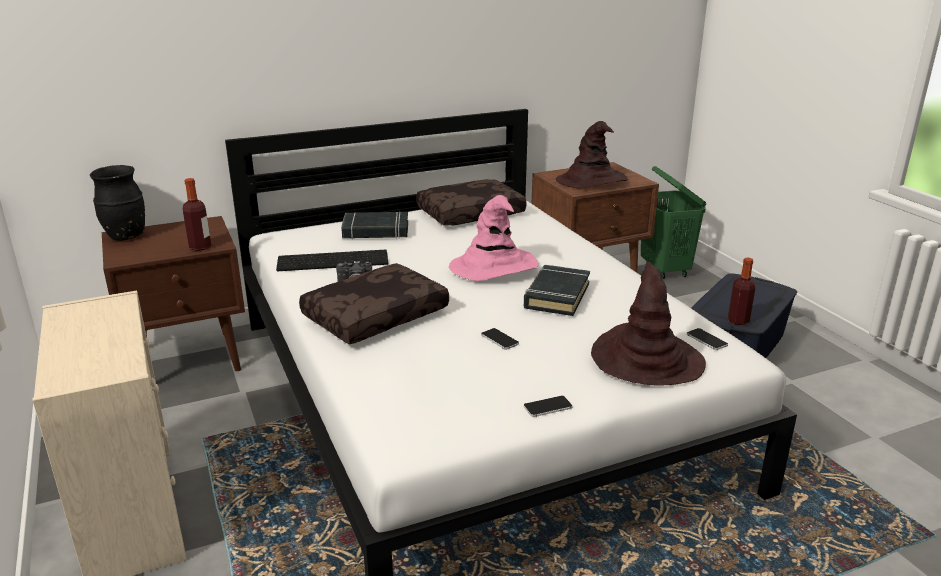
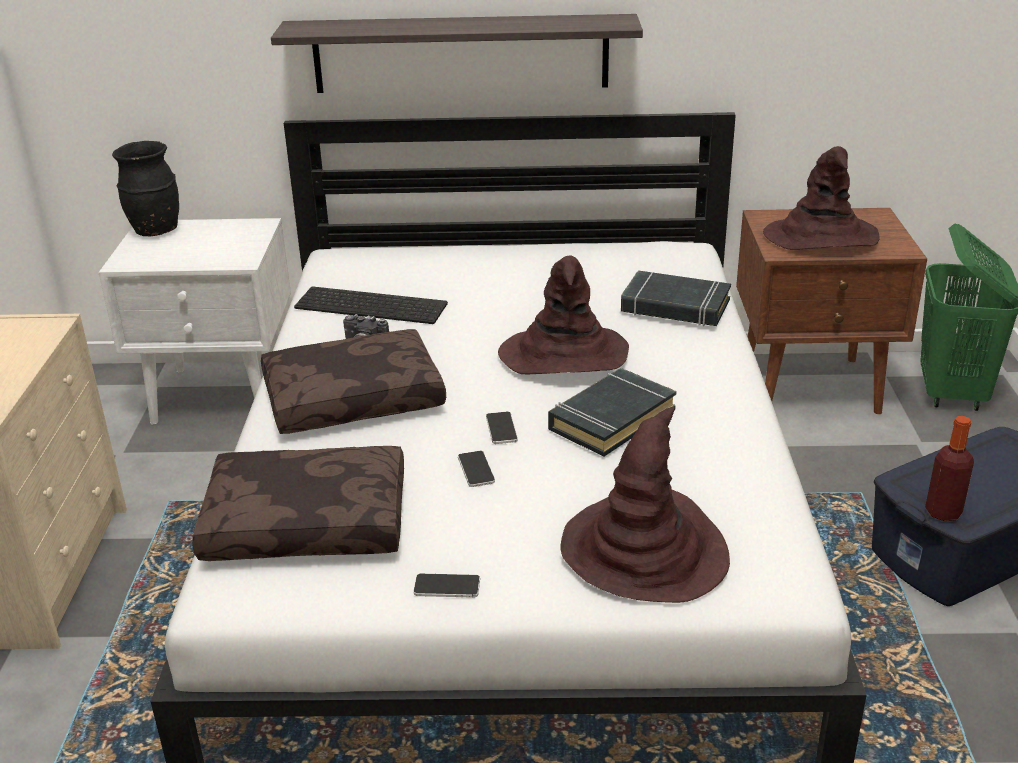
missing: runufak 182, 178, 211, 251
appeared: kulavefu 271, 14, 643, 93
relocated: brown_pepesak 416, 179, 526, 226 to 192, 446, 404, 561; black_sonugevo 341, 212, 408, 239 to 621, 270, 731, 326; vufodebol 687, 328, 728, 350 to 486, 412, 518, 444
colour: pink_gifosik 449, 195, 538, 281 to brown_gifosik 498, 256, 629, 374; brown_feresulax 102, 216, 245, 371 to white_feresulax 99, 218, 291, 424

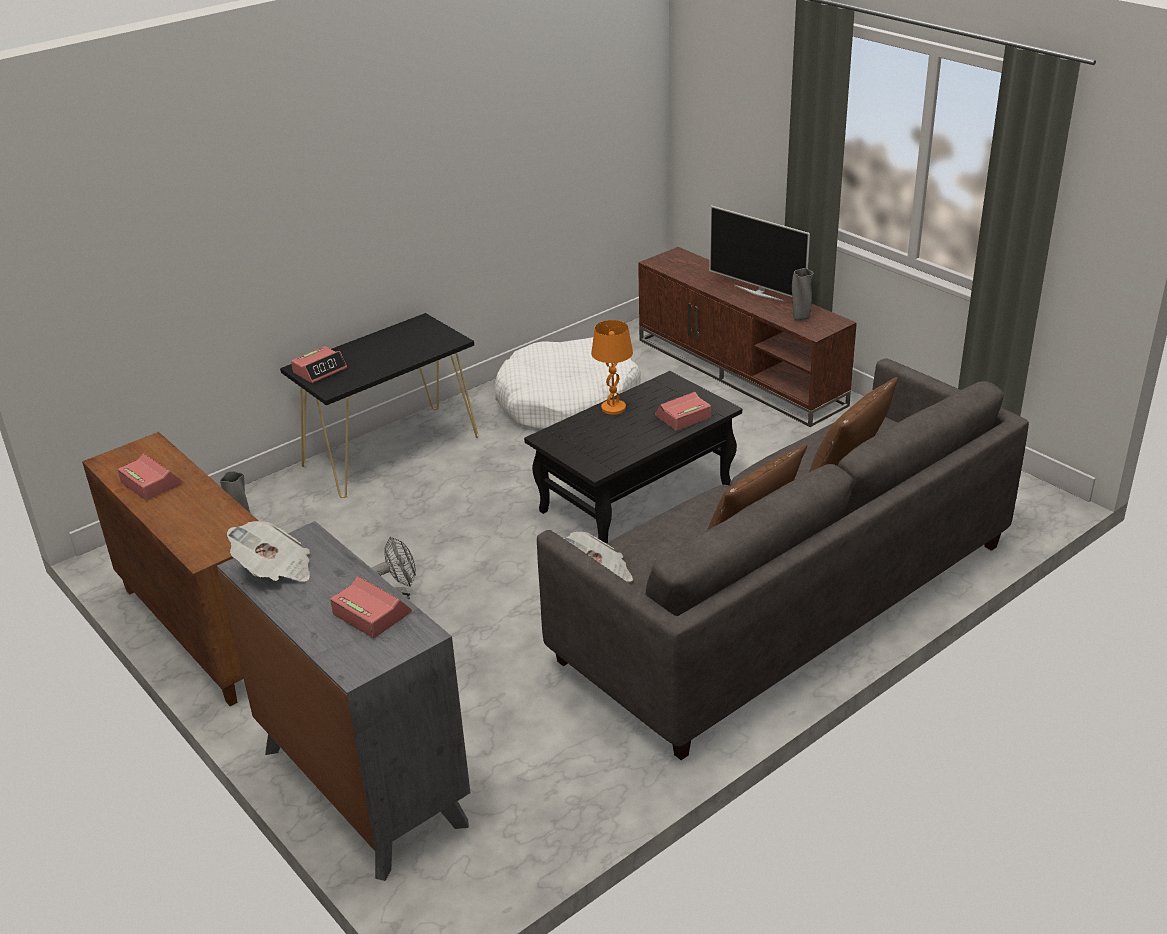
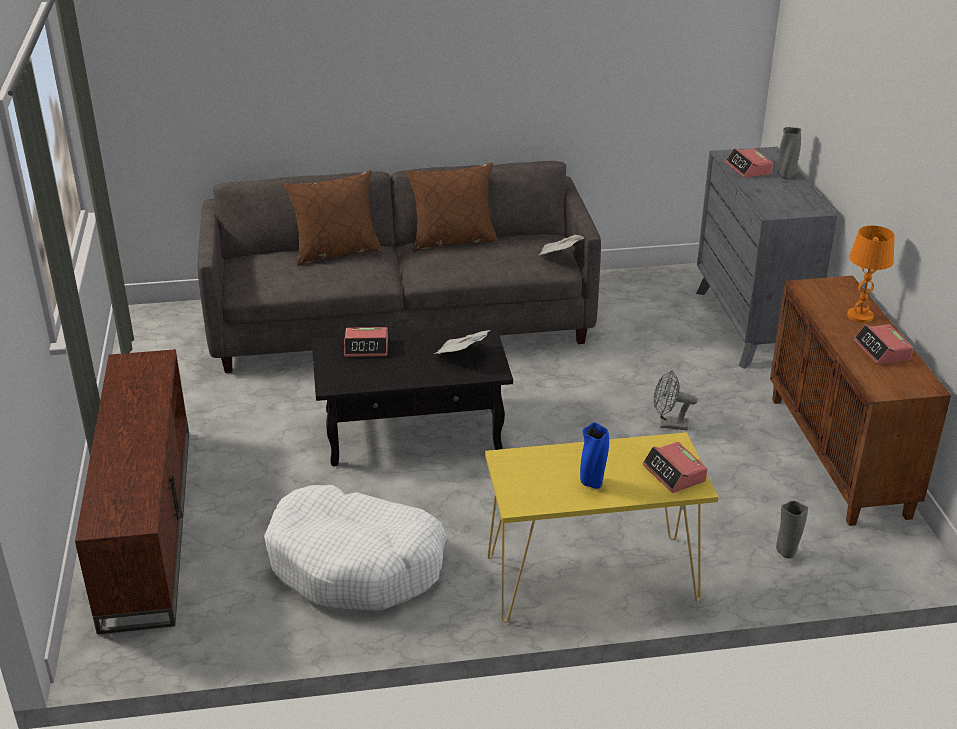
missing: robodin 709, 206, 810, 301
appeared: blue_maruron 580, 423, 609, 489
relocated: grey_maruron 792, 268, 814, 321 to 778, 127, 801, 179; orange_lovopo 591, 320, 633, 415 to 847, 225, 895, 323; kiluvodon 227, 521, 310, 582 to 434, 330, 490, 354
colour: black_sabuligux 280, 313, 478, 498 to yellow_sabuligux 485, 432, 718, 623
spun: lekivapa 291, 346, 347, 383 = 643, 442, 707, 493 105 degrees counterclockwise

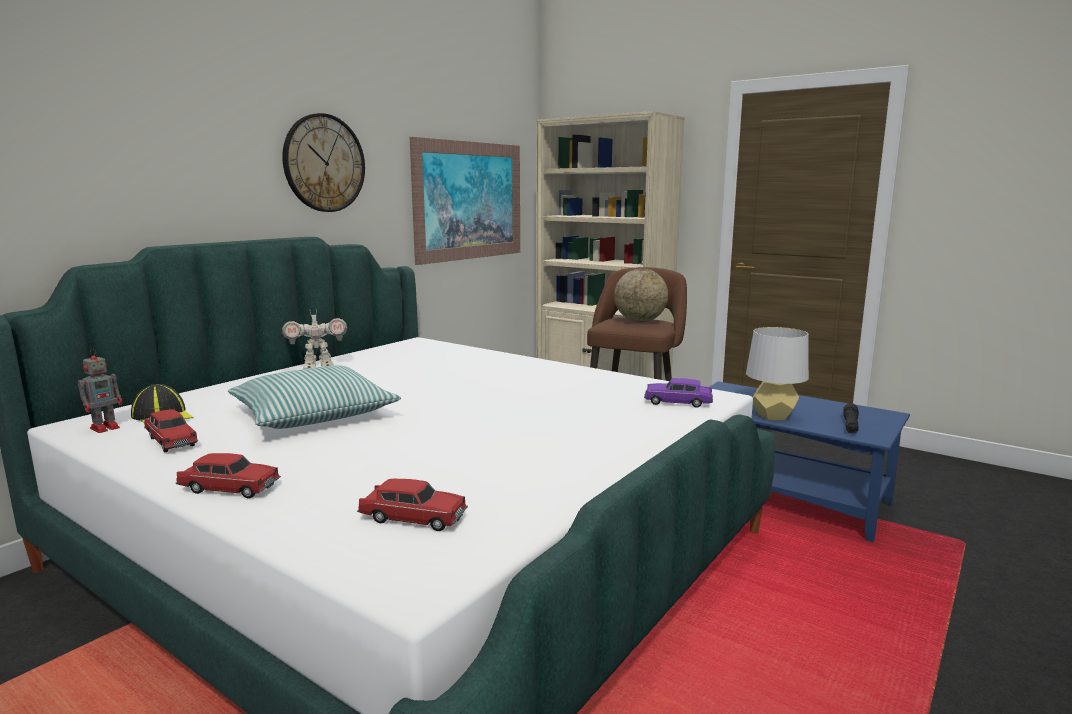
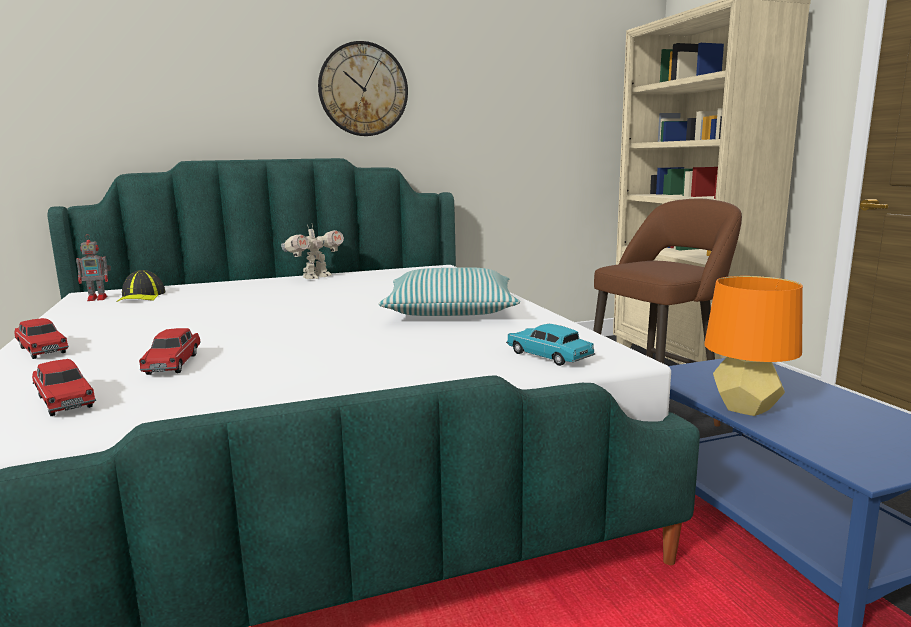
missing: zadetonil 410, 137, 520, 265; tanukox 614, 268, 668, 322; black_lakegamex 843, 403, 859, 434
relocated: pepesak 228, 365, 401, 429 to 379, 267, 520, 316; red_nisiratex 144, 409, 198, 452 to 139, 328, 201, 375
colour: grey_lovopo 746, 327, 809, 420 to orange_lovopo 704, 276, 803, 416; purple_nisiratex 644, 378, 713, 408 to turquoise_nisiratex 506, 324, 595, 366
spun: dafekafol 282, 312, 347, 369 = 281, 225, 344, 279 60 degrees counterclockwise

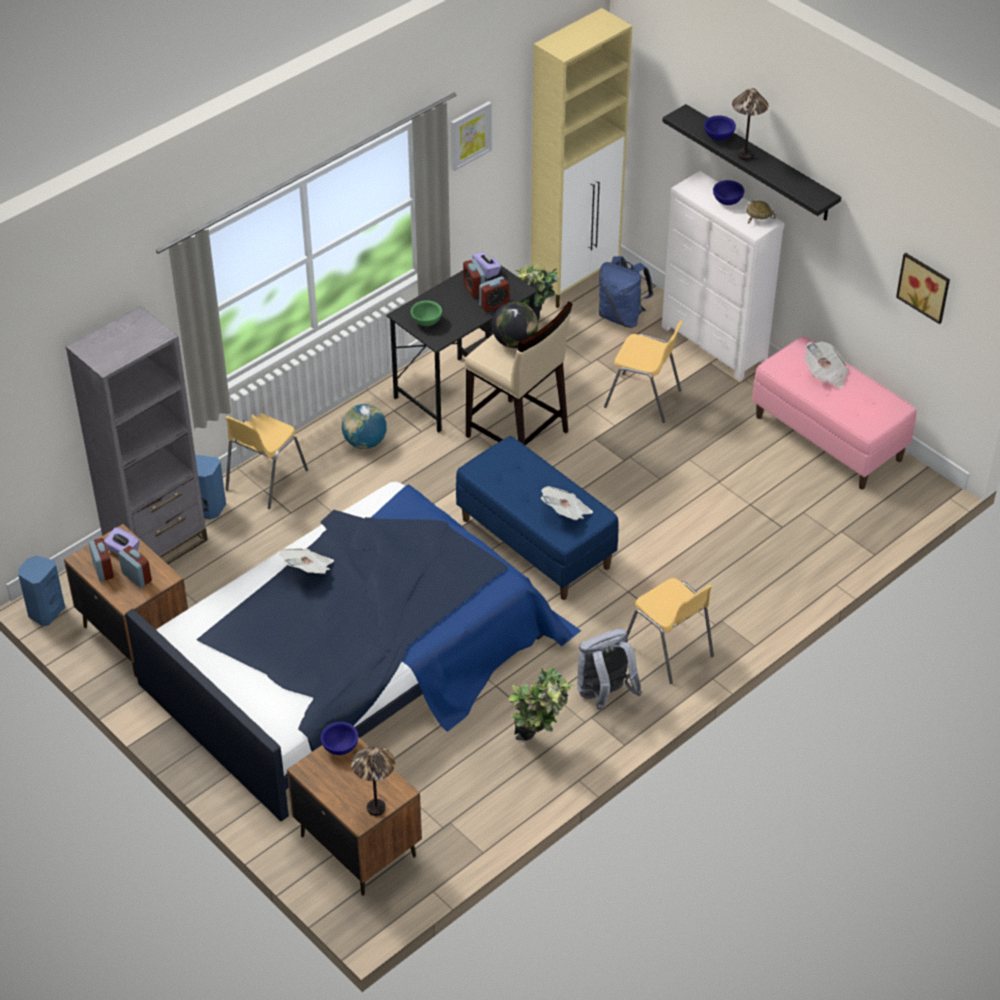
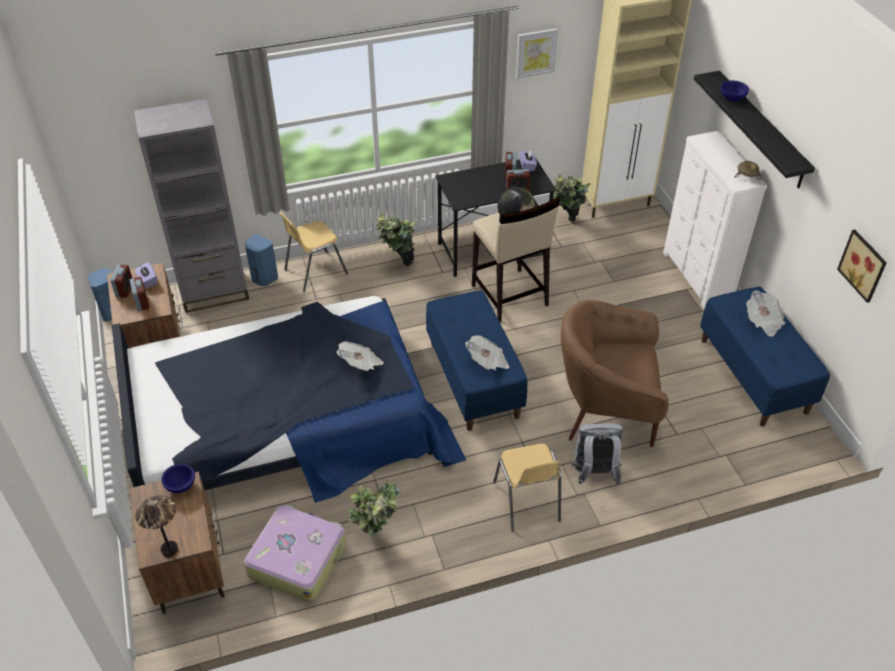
missing: lovopo 732, 88, 768, 160; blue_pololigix 713, 180, 744, 205; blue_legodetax 599, 256, 653, 328; green_pololigix 411, 300, 442, 326; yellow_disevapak 604, 320, 683, 423
appeared: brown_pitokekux 561, 300, 669, 447; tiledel 244, 505, 346, 602
relocated: kiluvodon 279, 548, 334, 574 to 336, 341, 384, 371; grey_legodetax 577, 629, 642, 710 to 572, 423, 623, 484
exchanged: tanukox 342, 404, 387, 449 to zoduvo 374, 213, 415, 266
colour: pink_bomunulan 752, 336, 916, 489 to blue_bomunulan 700, 286, 830, 426

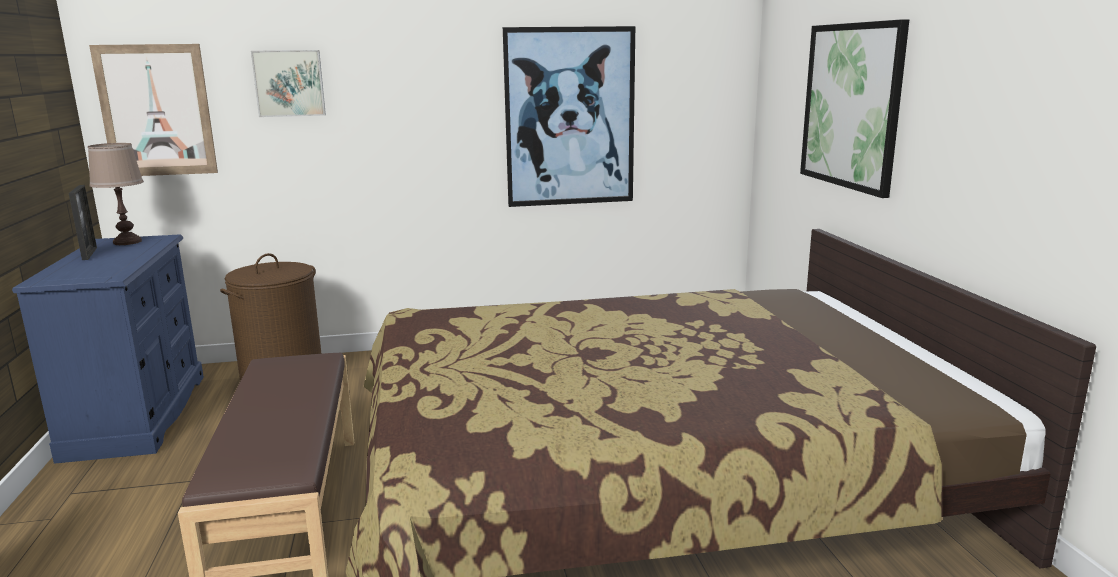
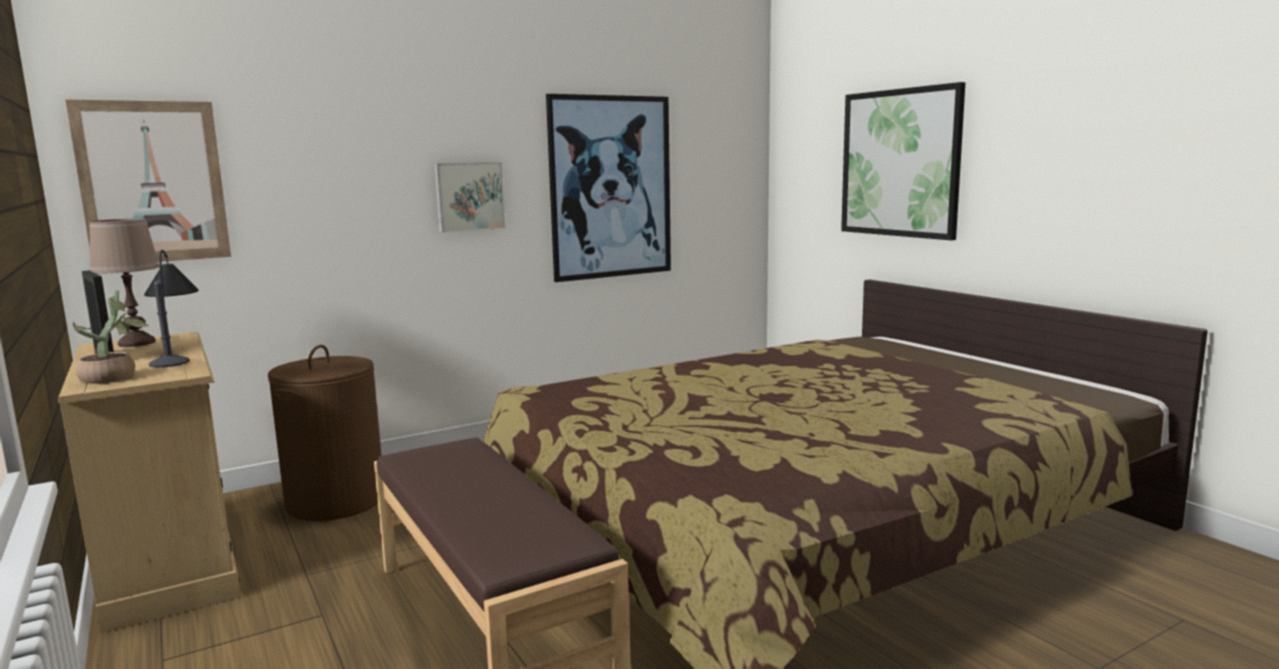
appeared: lovopo 144, 250, 199, 368; zoduvo 73, 290, 148, 384
relocated: zadetonil 251, 50, 326, 117 to 434, 162, 505, 232
colour: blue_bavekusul 12, 234, 204, 464 to beige_bavekusul 58, 332, 241, 634

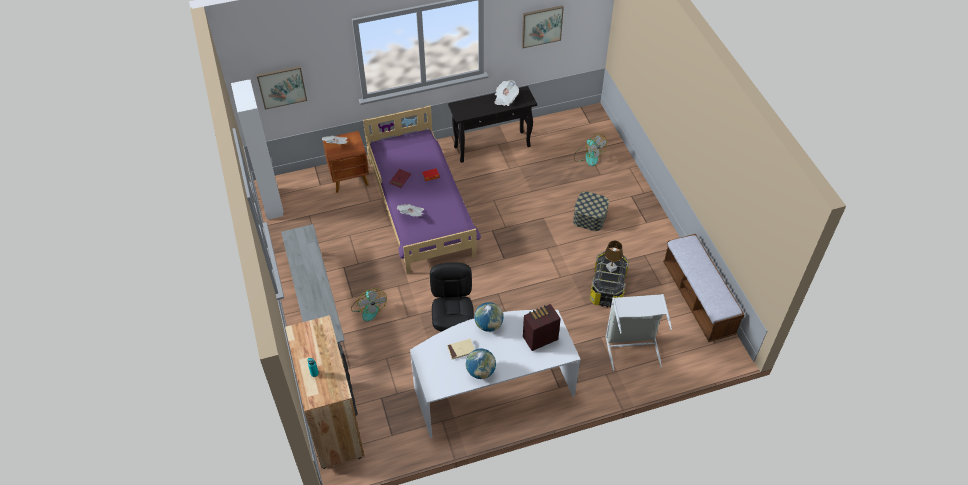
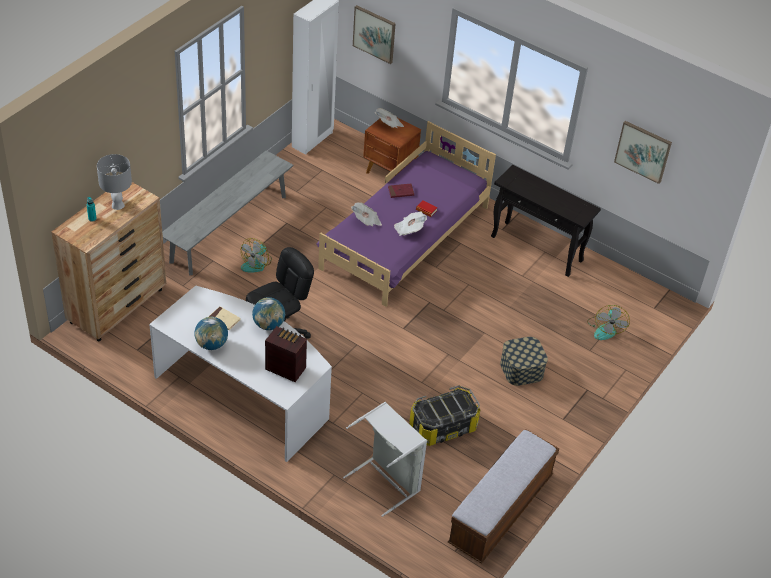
missing: brown_lovopo 604, 241, 623, 272
appeared: grey_lovopo 97, 154, 132, 210
relocated: kiluvodon 494, 80, 519, 106 to 394, 211, 427, 236

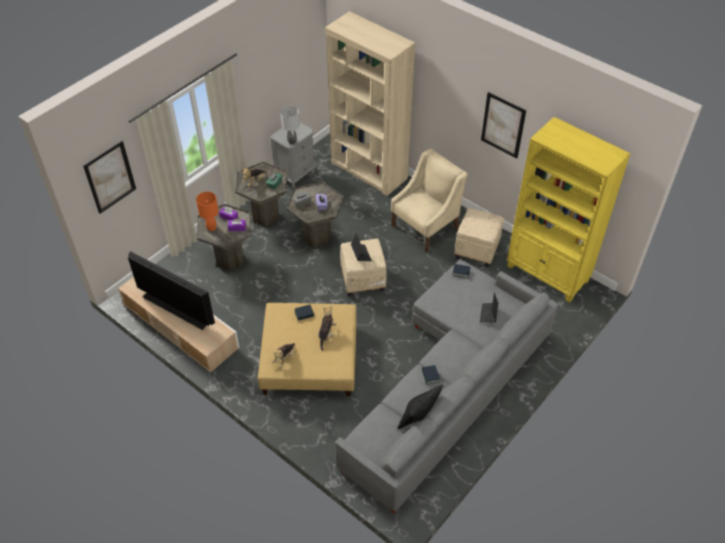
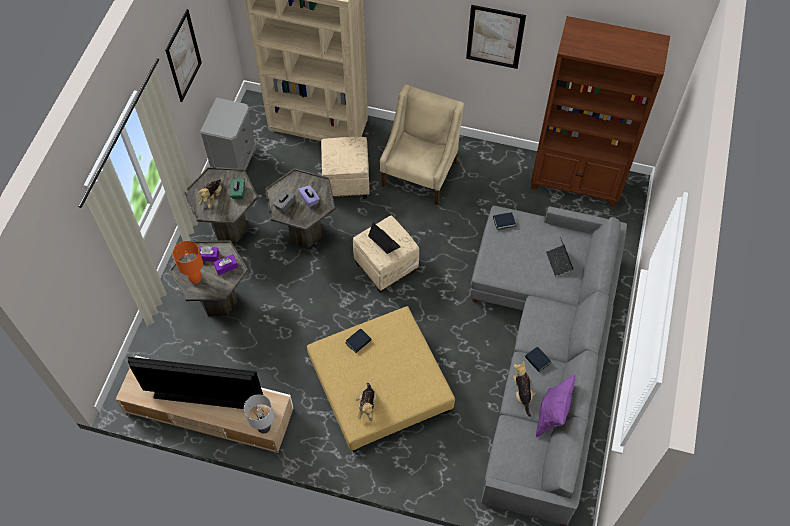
relocated: grey_lovopo 281, 106, 300, 144 to 244, 394, 274, 434; zadetonil 83, 141, 136, 214 to 165, 9, 202, 102; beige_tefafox 455, 208, 504, 267 to 321, 137, 370, 199; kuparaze 318, 305, 337, 351 to 513, 361, 536, 417
colour: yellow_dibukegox 507, 117, 631, 302 to brown_dibukegox 531, 16, 670, 207; black_pepesak 398, 385, 443, 429 to purple_pepesak 536, 374, 575, 438

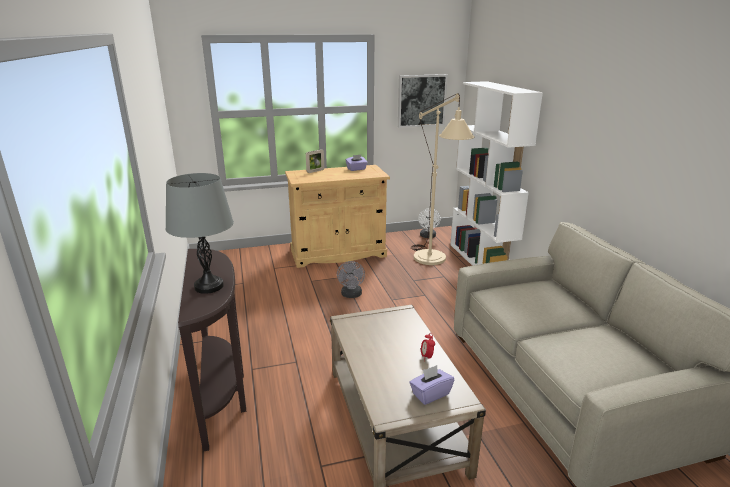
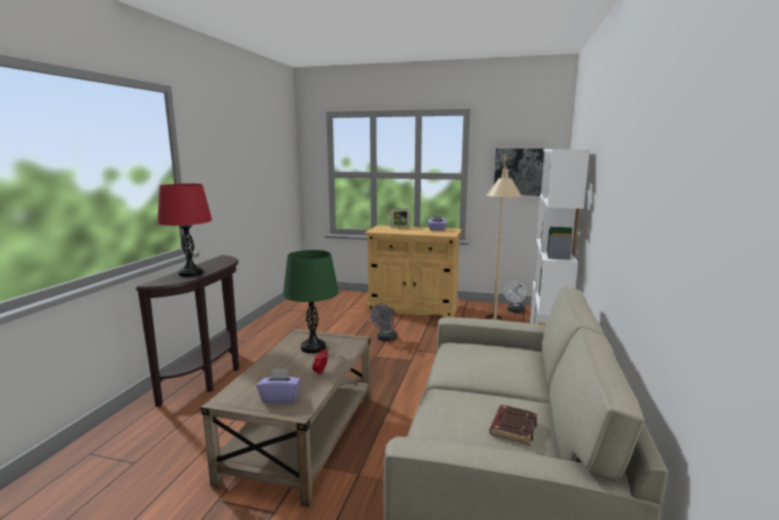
appeared: green_lovopo 283, 250, 339, 353; brown_sonugevo 489, 405, 538, 445
colour: grey_lovopo 166, 173, 234, 294 to red_lovopo 157, 184, 212, 277

